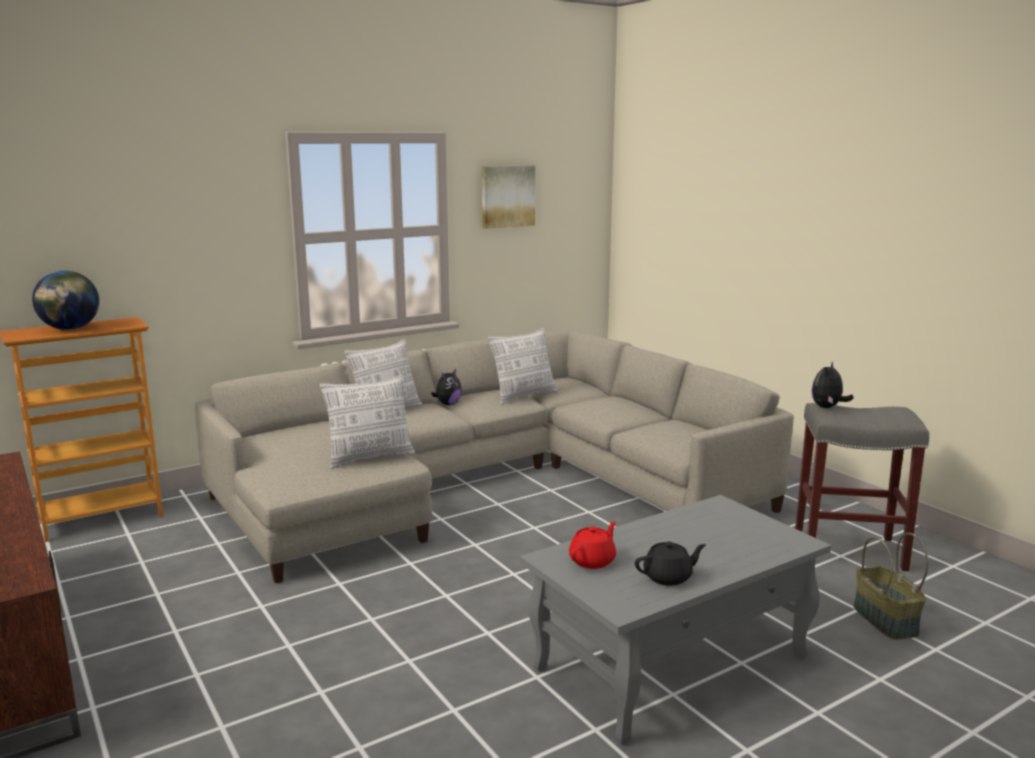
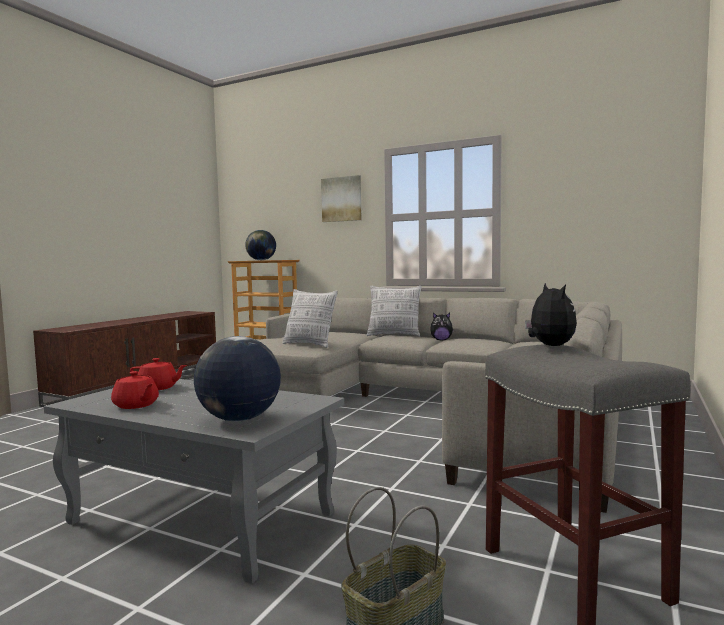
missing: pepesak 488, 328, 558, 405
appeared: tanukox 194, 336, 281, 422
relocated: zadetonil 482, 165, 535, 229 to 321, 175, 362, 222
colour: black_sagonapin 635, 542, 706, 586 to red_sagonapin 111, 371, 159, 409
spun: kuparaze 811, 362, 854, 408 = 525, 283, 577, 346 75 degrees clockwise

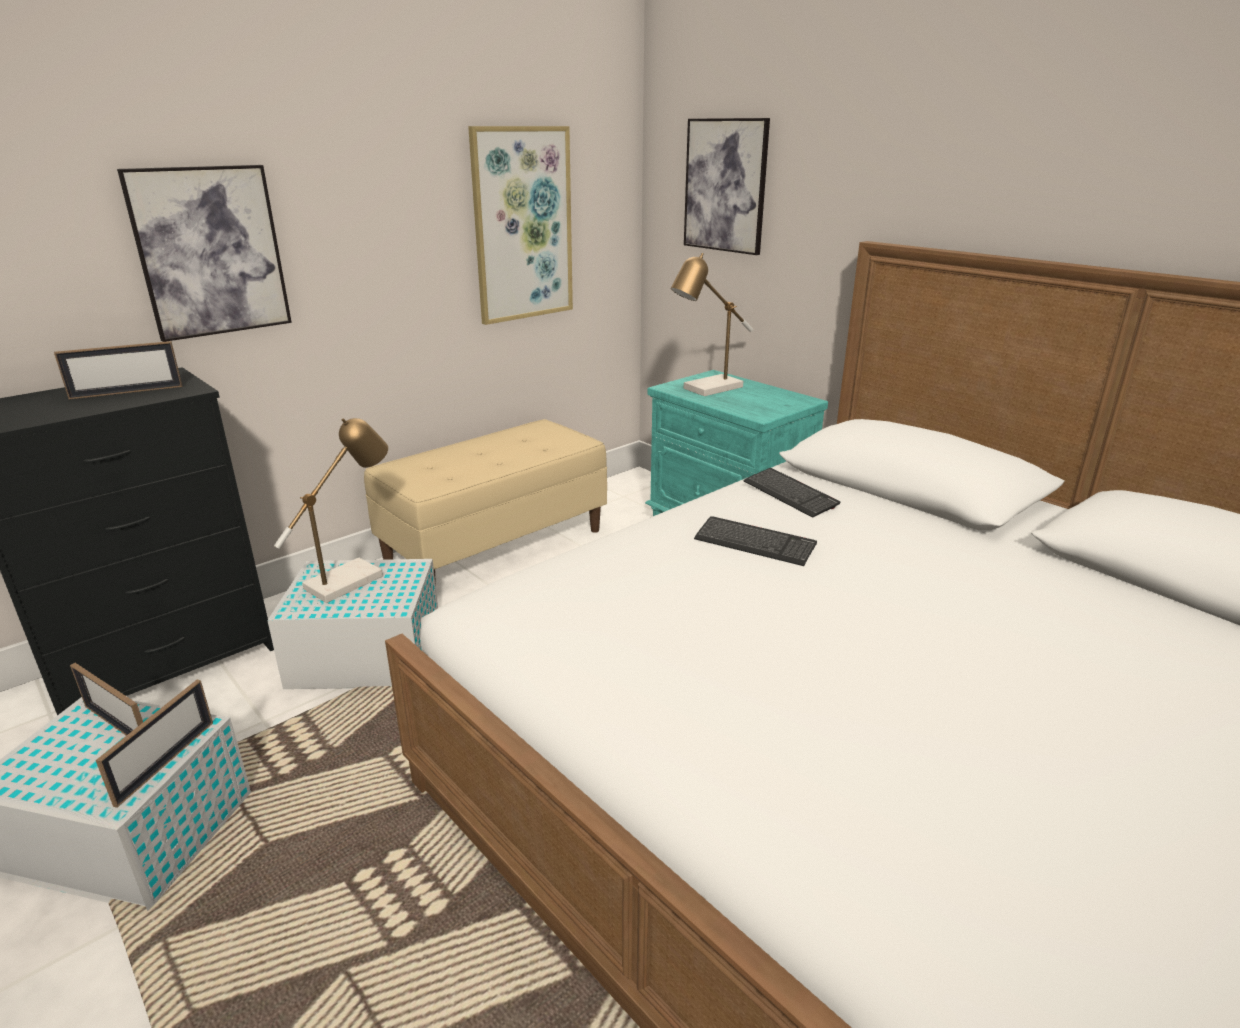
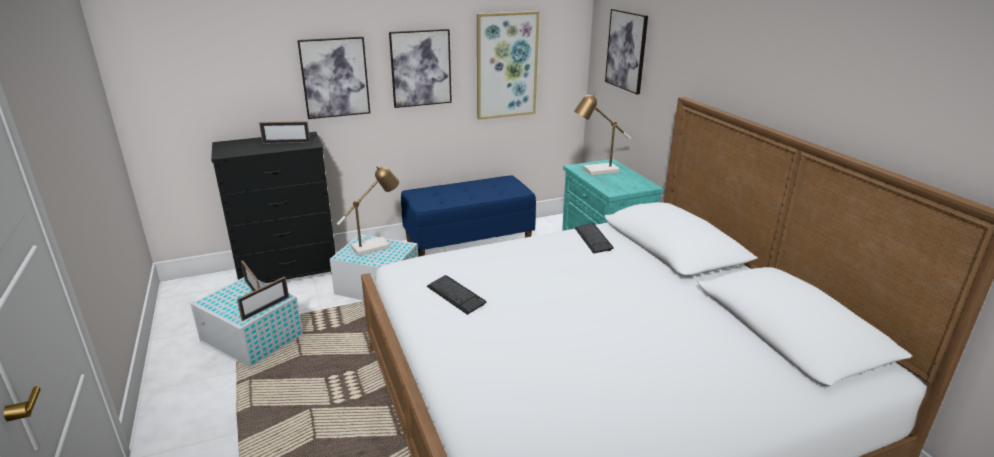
appeared: zadetonil 389, 29, 452, 108
relocated: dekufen 694, 516, 817, 566 to 427, 275, 487, 315
colour: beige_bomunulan 364, 419, 607, 585 to blue_bomunulan 401, 175, 536, 257

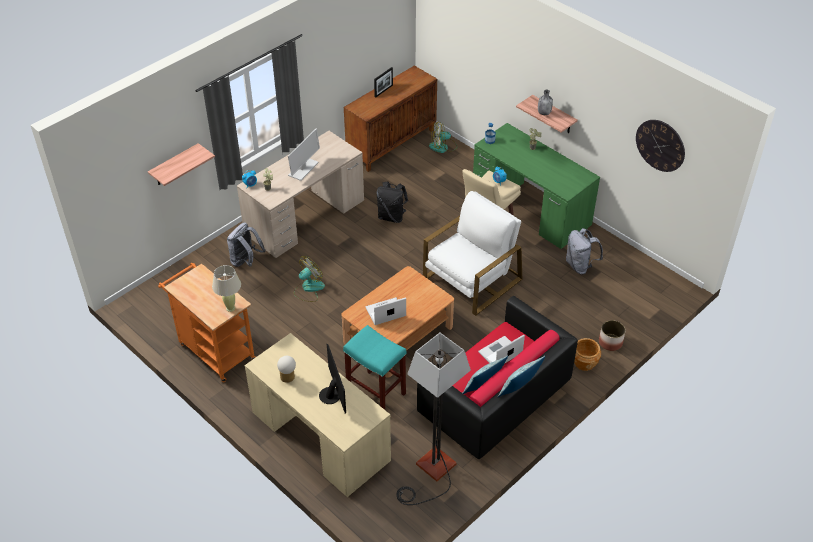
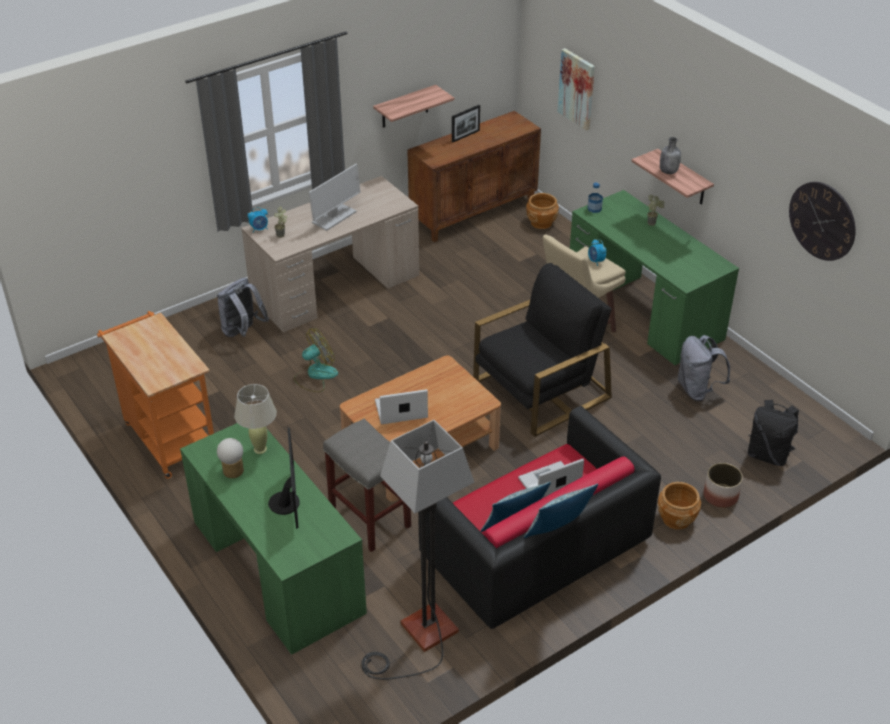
appeared: zadetonil 557, 48, 595, 131
relocated: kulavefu 148, 143, 215, 186 to 373, 85, 455, 128; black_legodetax 377, 181, 408, 223 to 748, 400, 799, 466; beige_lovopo 212, 265, 241, 312 to 234, 384, 277, 454
exchanged: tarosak 429, 122, 457, 153 to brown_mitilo 526, 193, 559, 229
colour: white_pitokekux 423, 191, 523, 316 to black_pitokekux 473, 263, 612, 437; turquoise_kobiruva 343, 325, 407, 410 to grey_kobiruva 323, 419, 411, 552; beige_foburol 245, 333, 391, 497 to green_foburol 180, 423, 367, 655

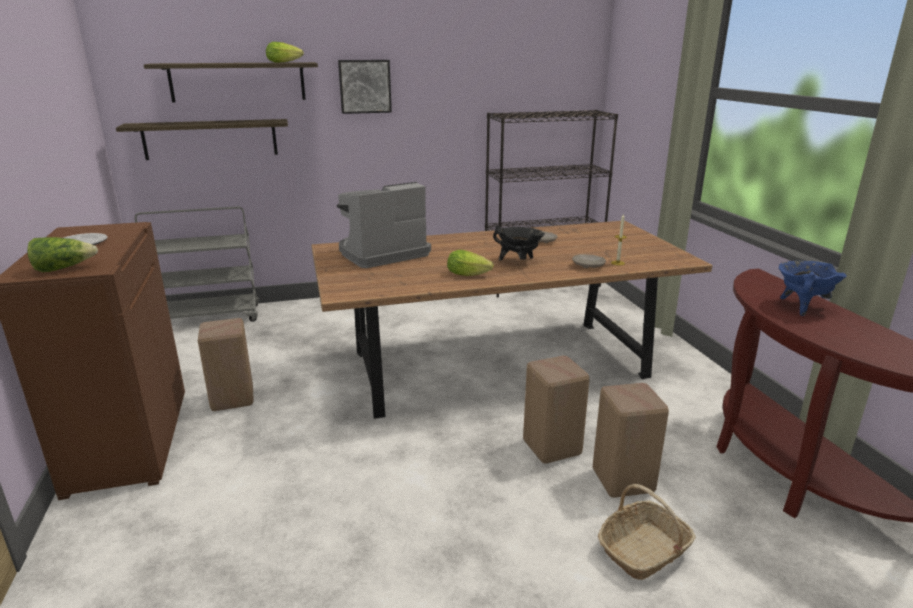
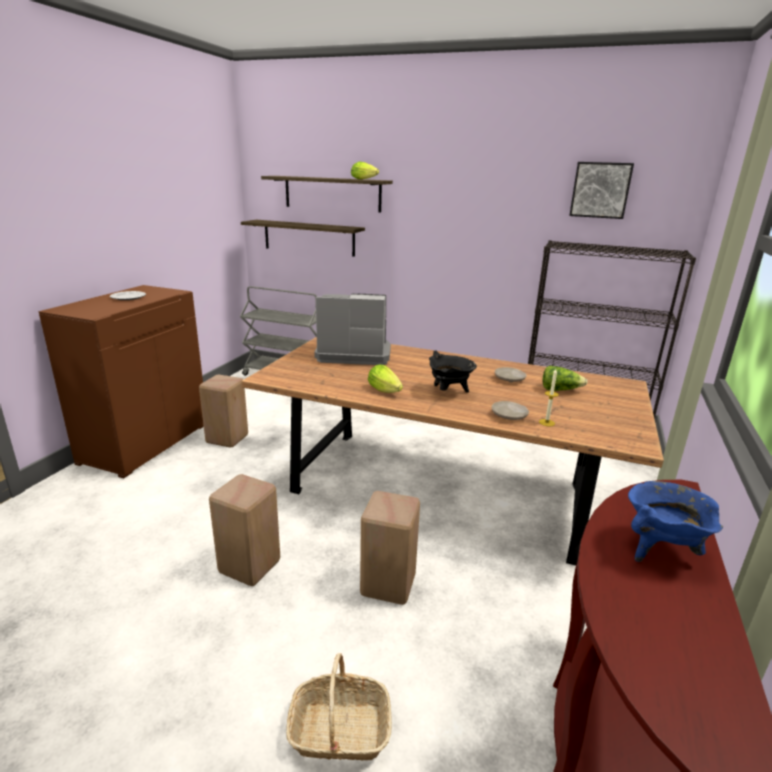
relocated: zadetonil 338, 60, 392, 114 to 569, 162, 634, 219; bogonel 27, 237, 98, 272 to 543, 366, 588, 391; beige_kobiruva 593, 383, 669, 498 to 209, 474, 280, 586

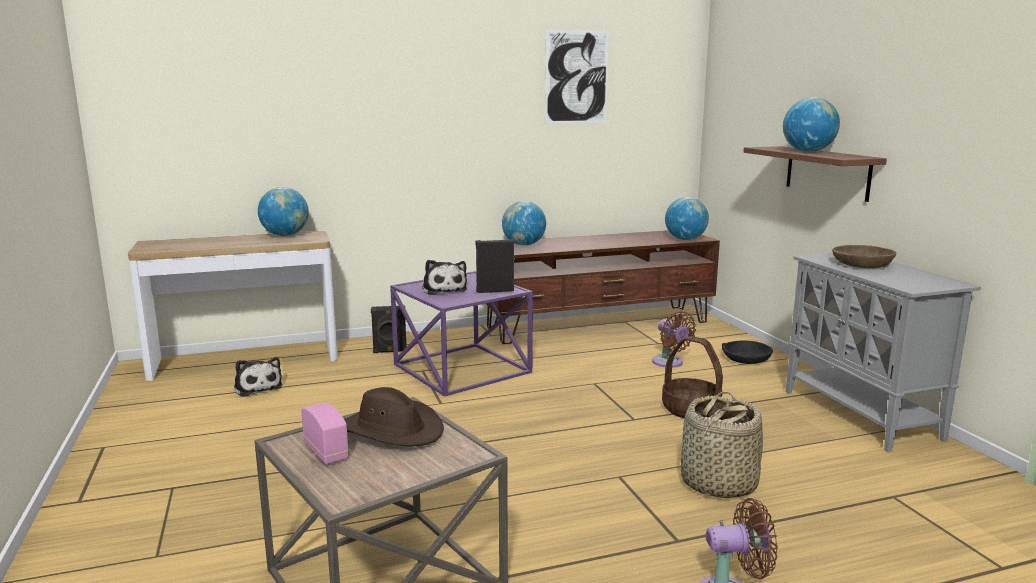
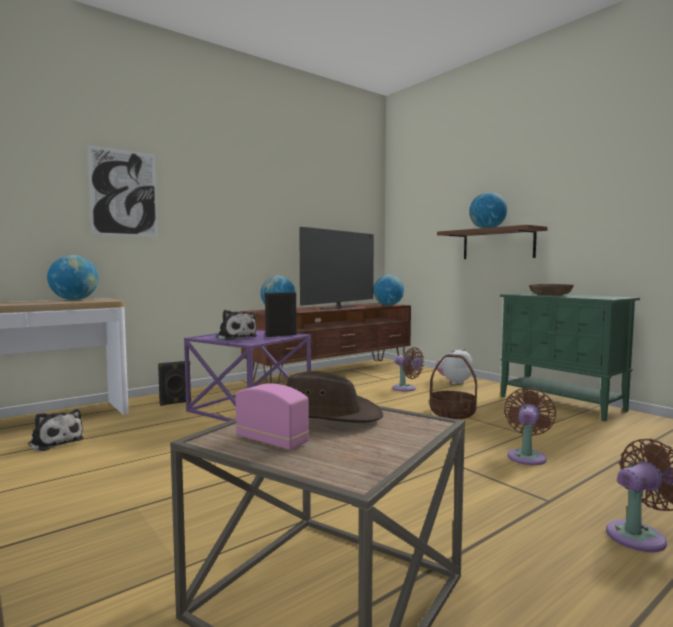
appeared: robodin 299, 227, 374, 310
relocated: zadetonil 545, 29, 609, 123 to 88, 145, 158, 237
exchanged: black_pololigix 722, 340, 773, 364 to kuparaze 435, 348, 473, 385; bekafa 681, 391, 763, 498 to brown_tarosak 504, 387, 556, 465
colour: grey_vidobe 786, 253, 981, 452 to green_vidobe 500, 293, 640, 421

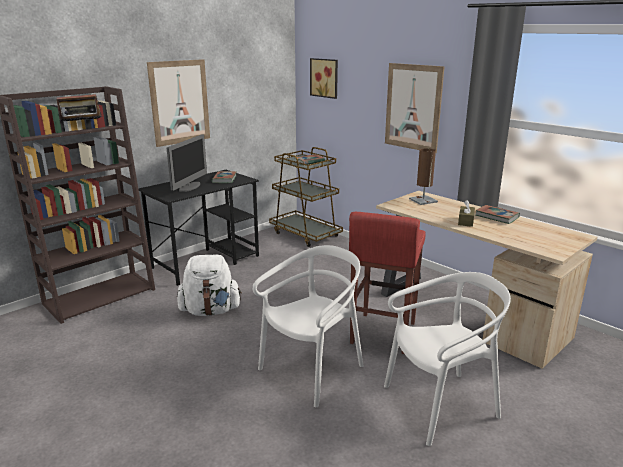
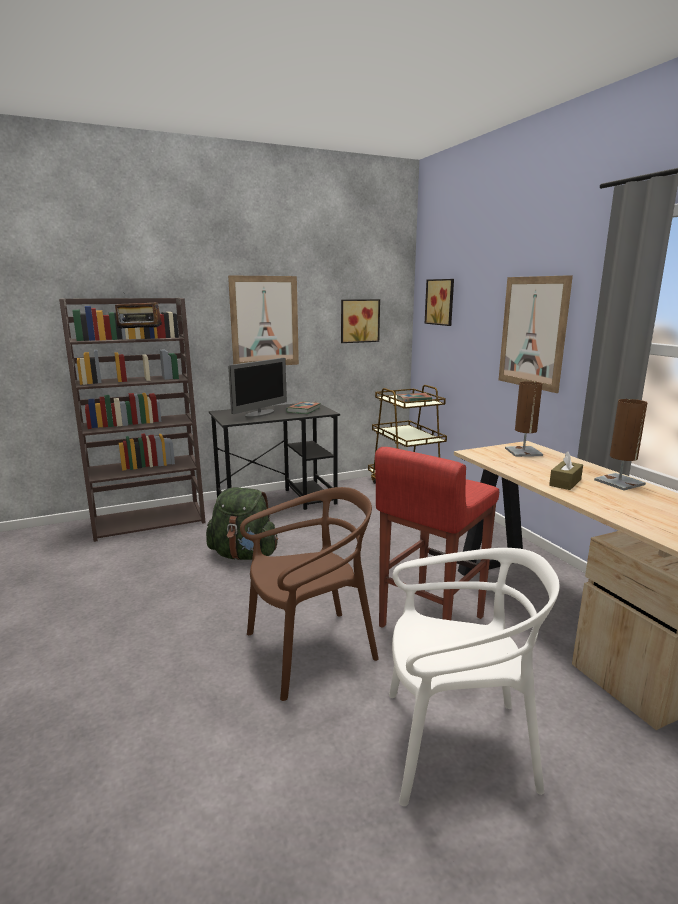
appeared: zadetonil 341, 299, 380, 343
exchanged: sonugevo 476, 205, 520, 224 to brown_lovopo 594, 399, 647, 490
colour: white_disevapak 252, 245, 364, 407 to brown_disevapak 240, 487, 379, 701; white_legodetax 177, 255, 242, 316 to green_legodetax 206, 487, 278, 560

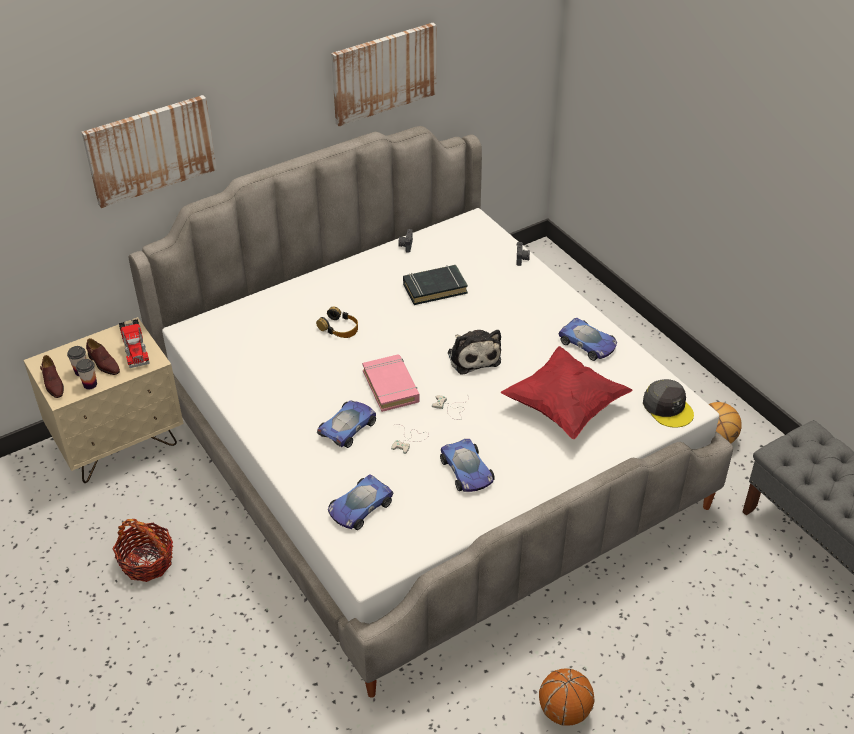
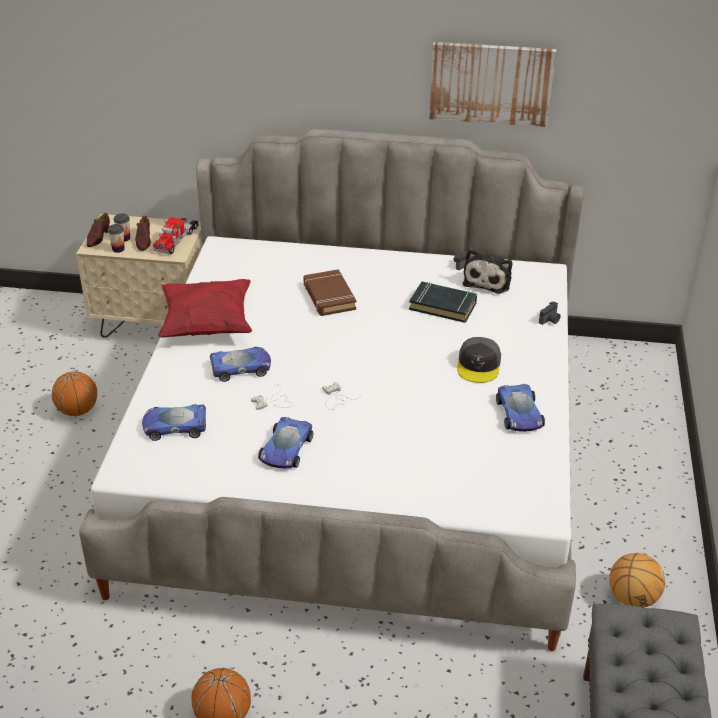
missing: zadetonil 81, 95, 217, 208; pink_sonugevo 362, 354, 420, 412
relocated: kuparaze 448, 330, 501, 375 to 463, 249, 512, 294; red_pepesak 501, 346, 633, 439 to 158, 279, 252, 338; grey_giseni 643, 379, 694, 428 to 457, 337, 501, 383
exchanged: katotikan 316, 306, 358, 338 to brown_sonugevo 304, 269, 356, 316; bekafa 113, 519, 173, 582 to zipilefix 52, 371, 97, 416

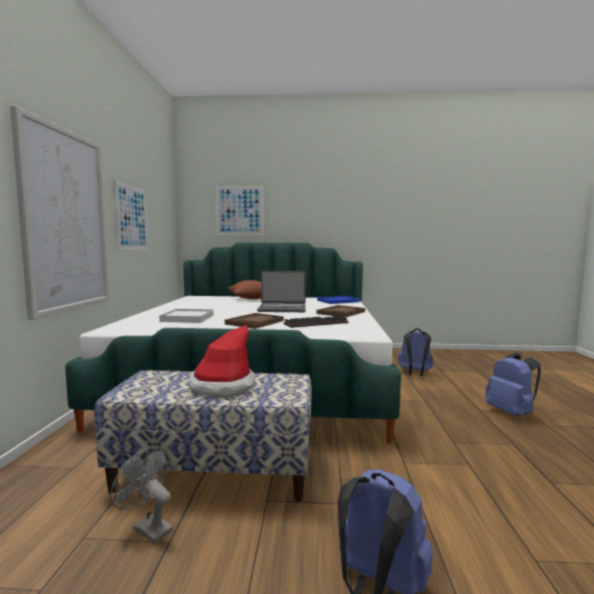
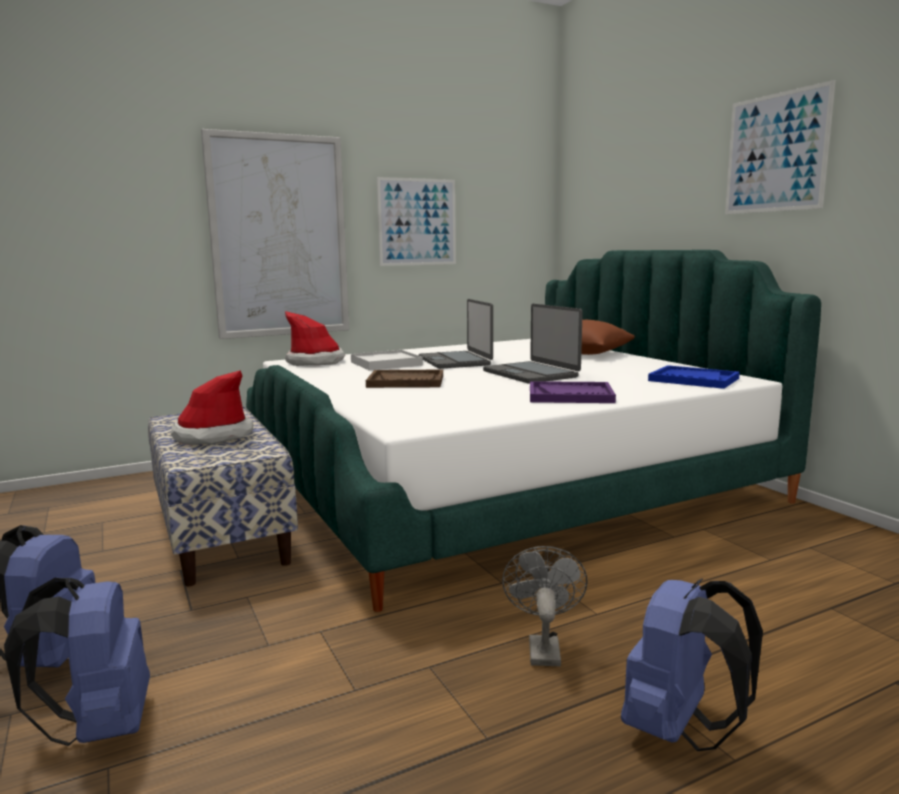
missing: dekufen 284, 315, 348, 328
appeared: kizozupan 419, 299, 493, 369; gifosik 285, 311, 345, 366
relocated: zadetonil 216, 186, 264, 235 to 725, 80, 836, 214; blue_legodetax 398, 328, 433, 376 to 4, 578, 150, 746; grey_tarosak 110, 447, 173, 544 to 502, 546, 588, 666
colour: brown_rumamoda 316, 305, 365, 318 to purple_rumamoda 530, 381, 616, 403

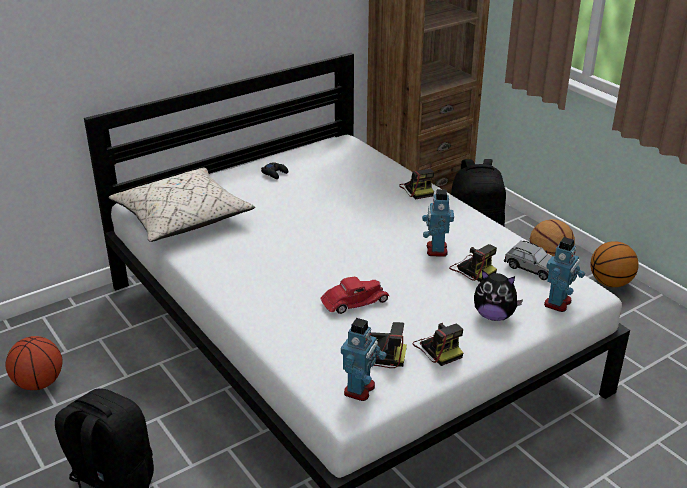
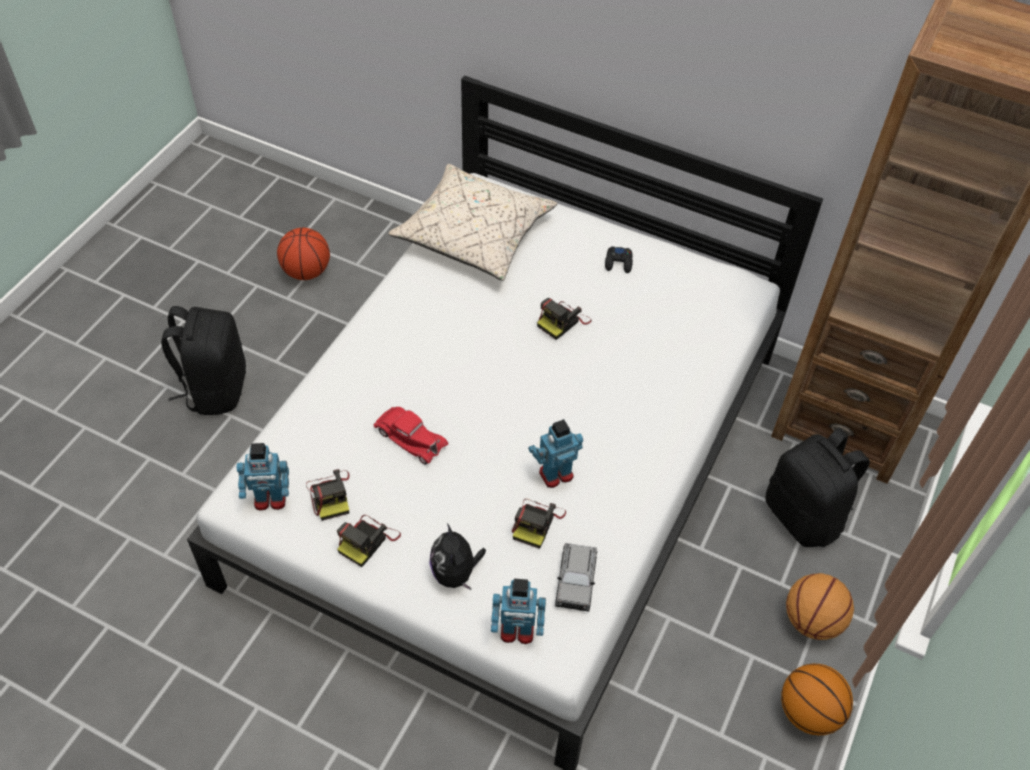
relocated: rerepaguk 399, 169, 434, 199 to 537, 298, 592, 340

